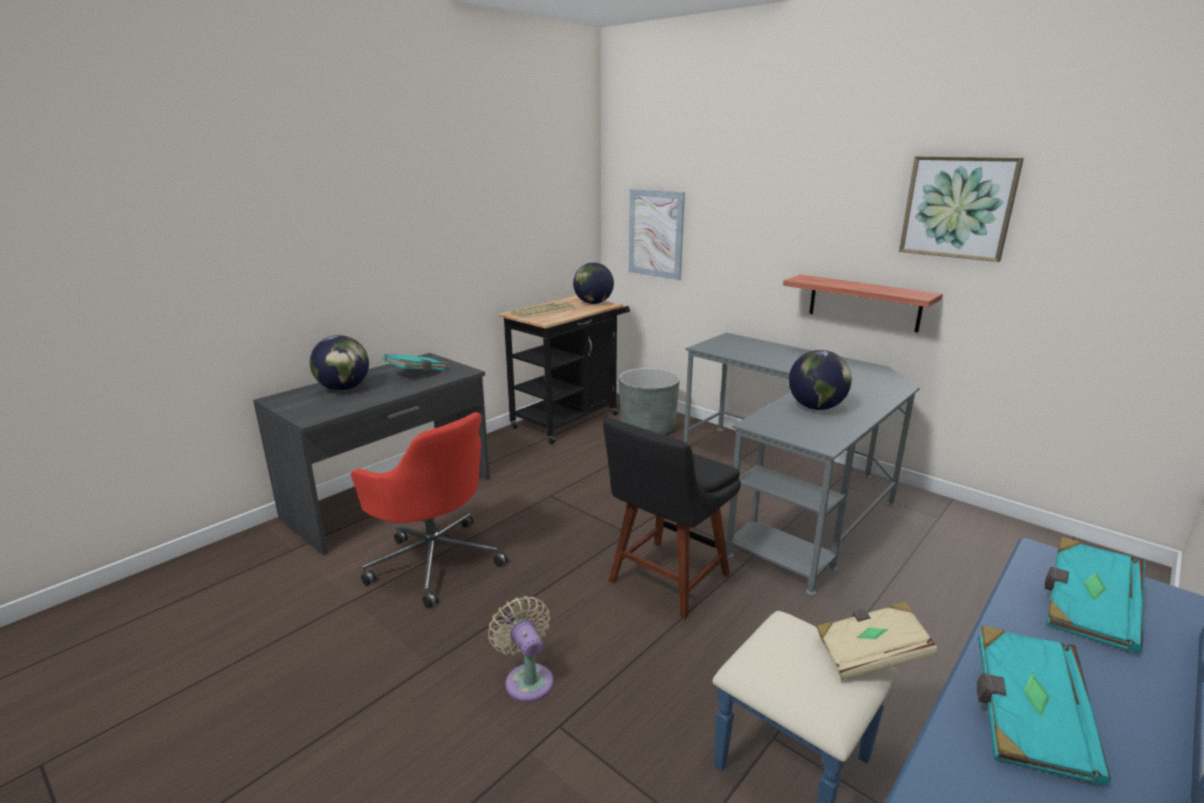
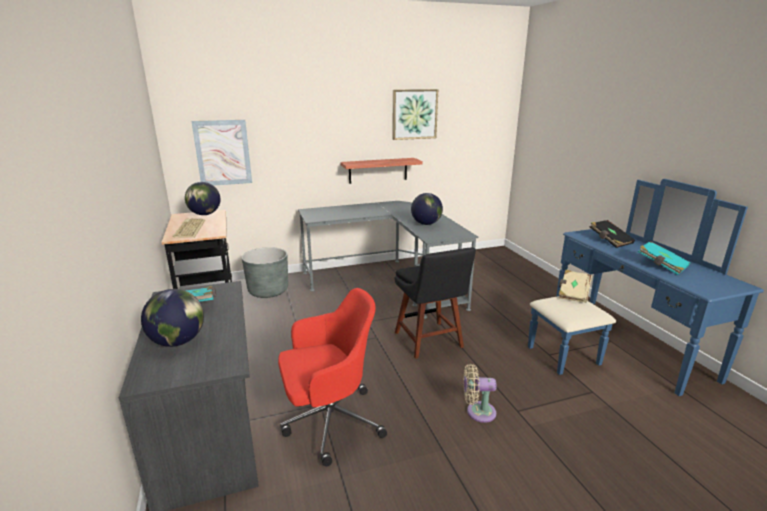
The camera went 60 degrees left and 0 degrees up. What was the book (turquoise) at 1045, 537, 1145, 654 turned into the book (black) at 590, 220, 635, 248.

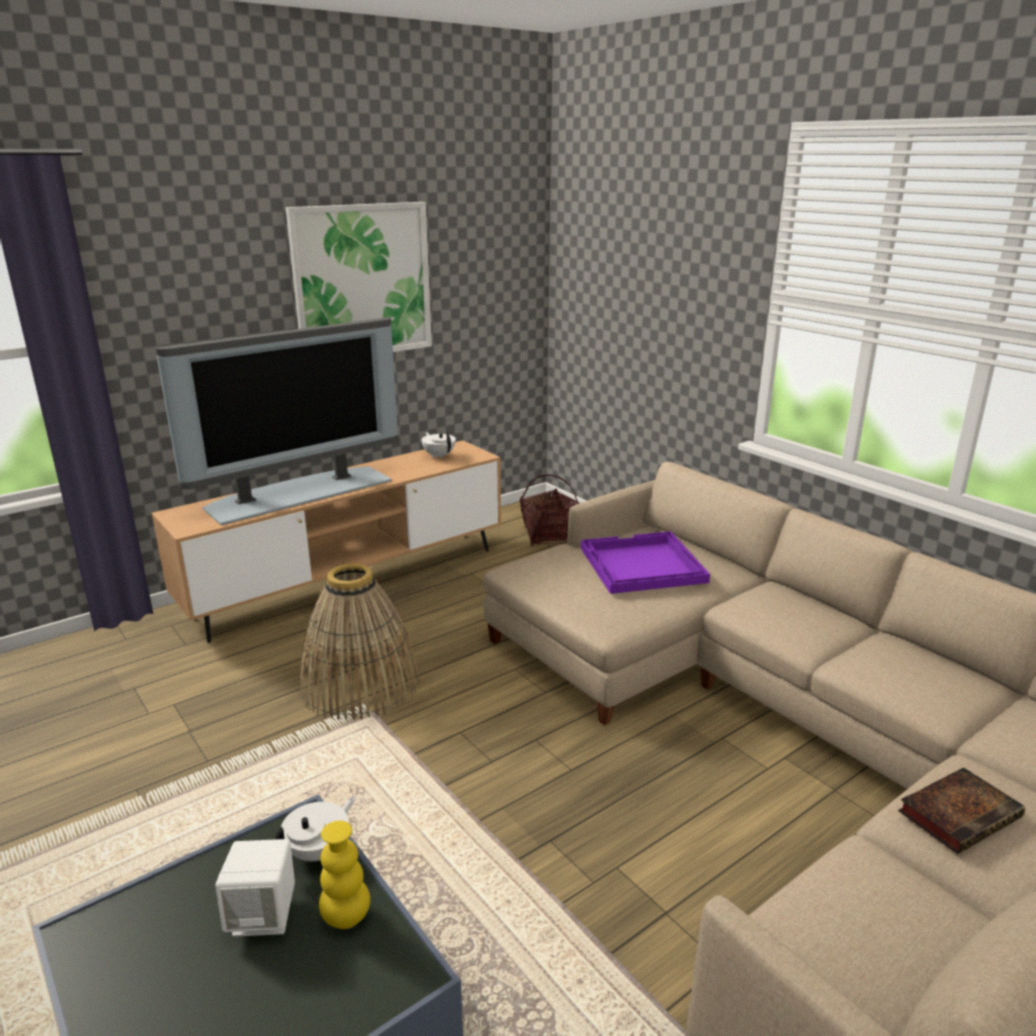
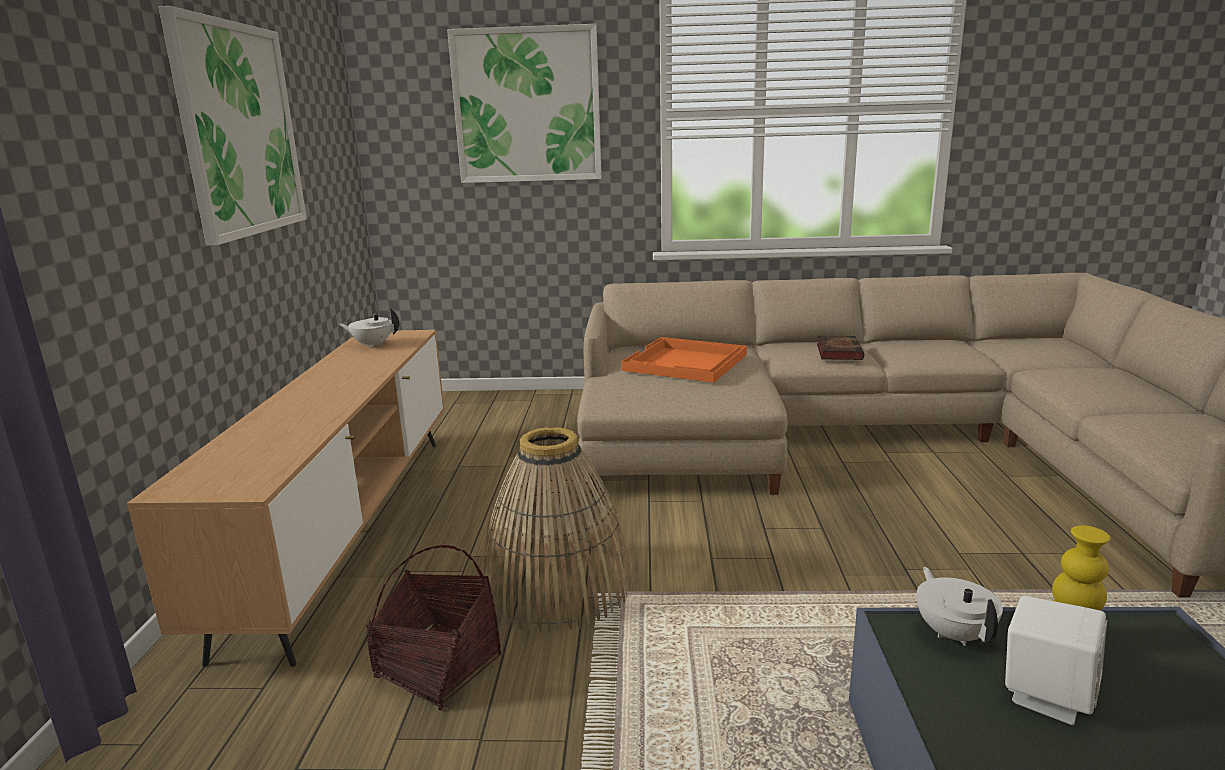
The camera went 50 degrees left and 5 degrees down. The second view lost the TV at 155, 317, 398, 525. The basket ended up elsewhere, having gone from 520, 475, 579, 546 to 366, 545, 501, 710. What was the carrying tray (purple) at 581, 531, 710, 594 turned into the carrying tray (orange) at 621, 337, 747, 383. The book ended up elsewhere, having gone from 898, 768, 1025, 854 to 817, 336, 864, 360. The second view gained the wall art at 447, 24, 602, 183.

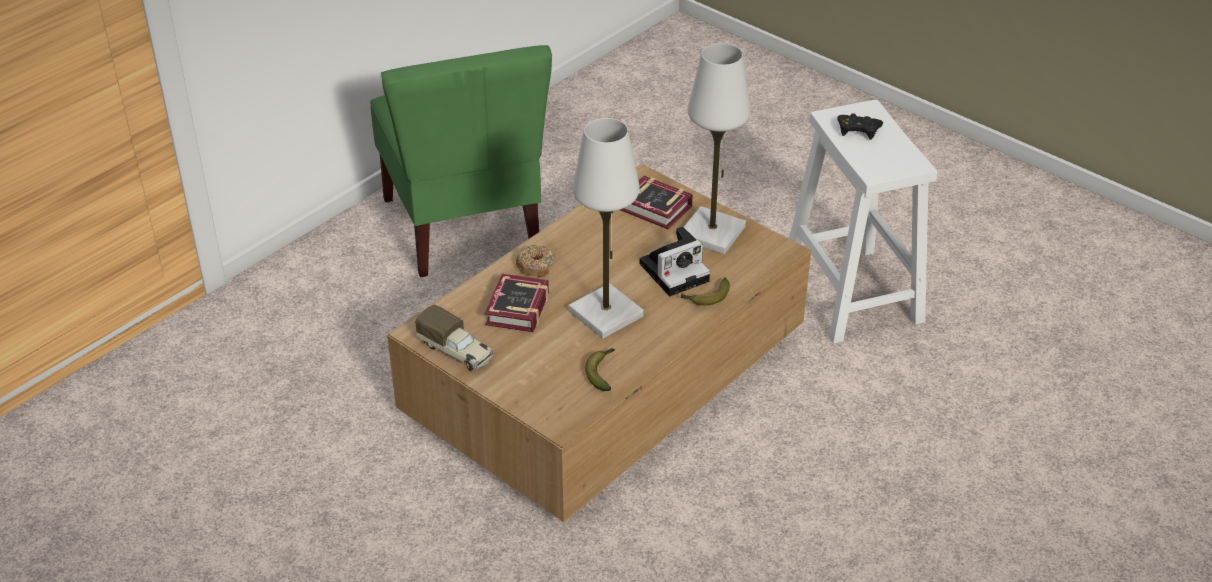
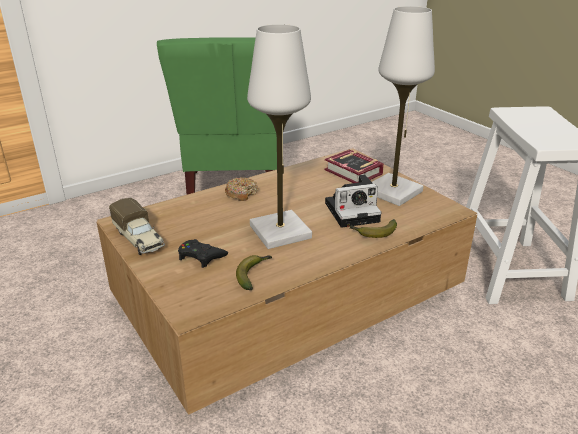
The camera went 15 degrees right and 10 degrees down. The second view lost the book at 485, 274, 549, 333. The game controller (black) ended up elsewhere, having gone from 837, 114, 883, 140 to 178, 239, 228, 268.

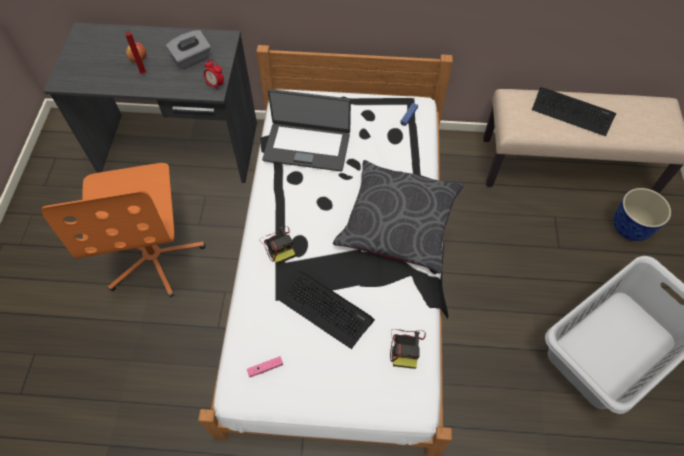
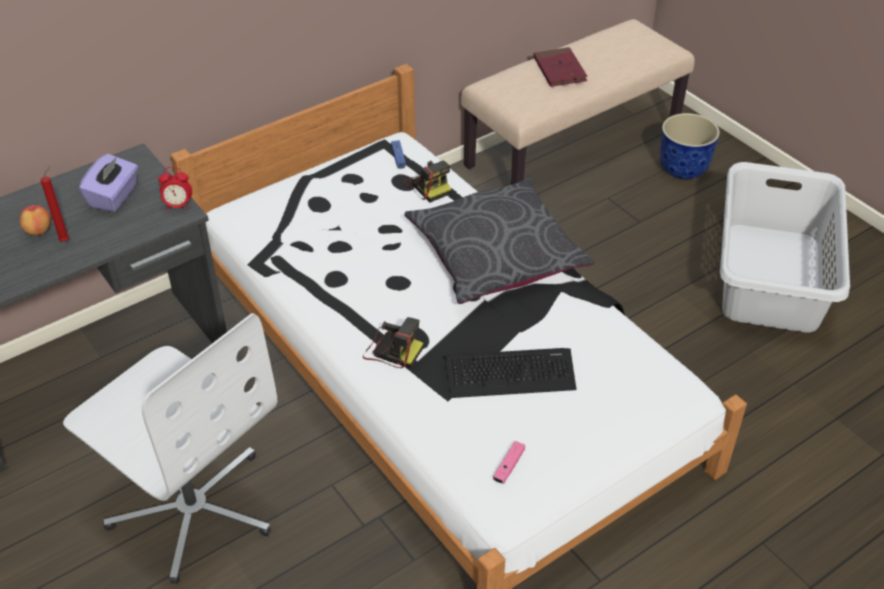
The camera went 40 degrees left and 15 degrees down. What was the desk chair (orange) at 42, 163, 206, 297 turned into the desk chair (white-coloured) at 63, 313, 278, 584. What was the tissue holder (gray) at 166, 30, 211, 69 turned into the tissue holder (purple) at 79, 154, 138, 212. The second view lost the notebook computer at 262, 89, 351, 171. The photo camera ended up elsewhere, having gone from 390, 329, 426, 369 to 403, 161, 452, 202. Where the keyboard stood at 532, 87, 616, 136, the book (red) came to stand at 534, 47, 587, 87.

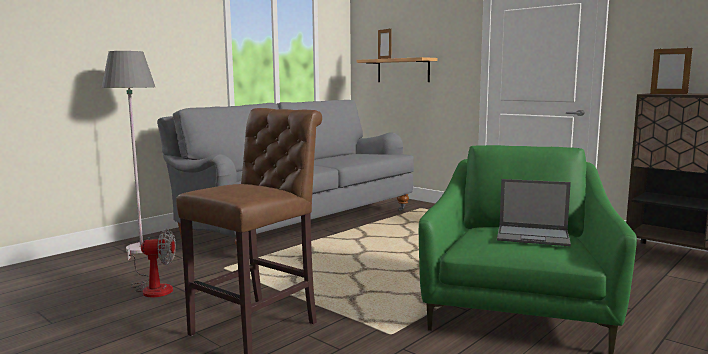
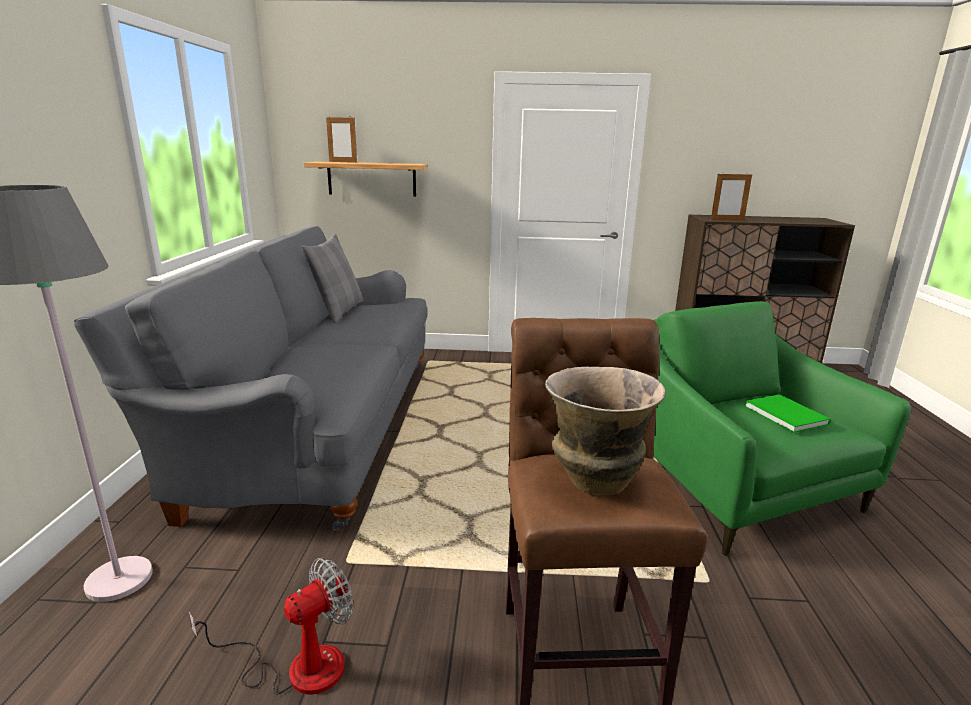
The camera went 40 degrees left and 10 degrees up. Where the notebook computer stood at 497, 179, 571, 246, the book (greenish) came to stand at 745, 394, 831, 433. The second view gained the cushion (gray) at 301, 234, 363, 323. The second view gained the vase at 545, 367, 666, 495.

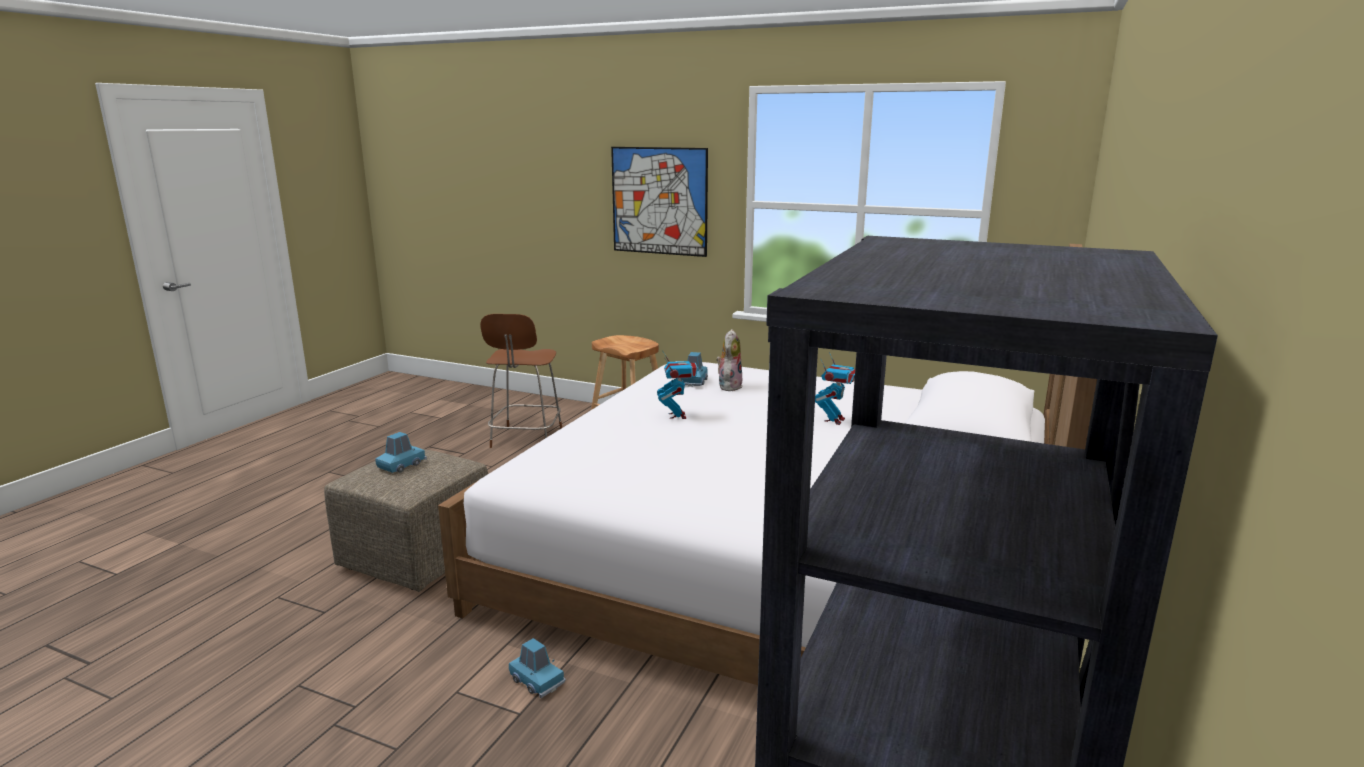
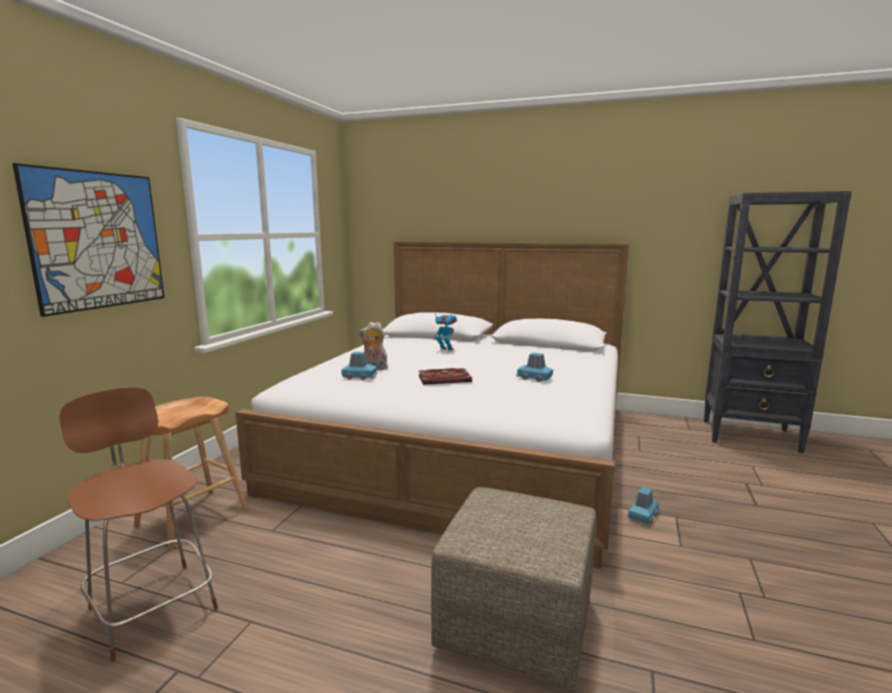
The camera went 95 degrees left and 5 degrees down. The toy car (blue) ended up elsewhere, having gone from 375, 432, 427, 473 to 516, 353, 553, 382. The plain chair (brown) at 480, 314, 562, 448 ended up facing another way, 135 degrees counterclockwise from before. Where the model robot stood at 657, 350, 698, 419, the book came to stand at 418, 368, 472, 385.

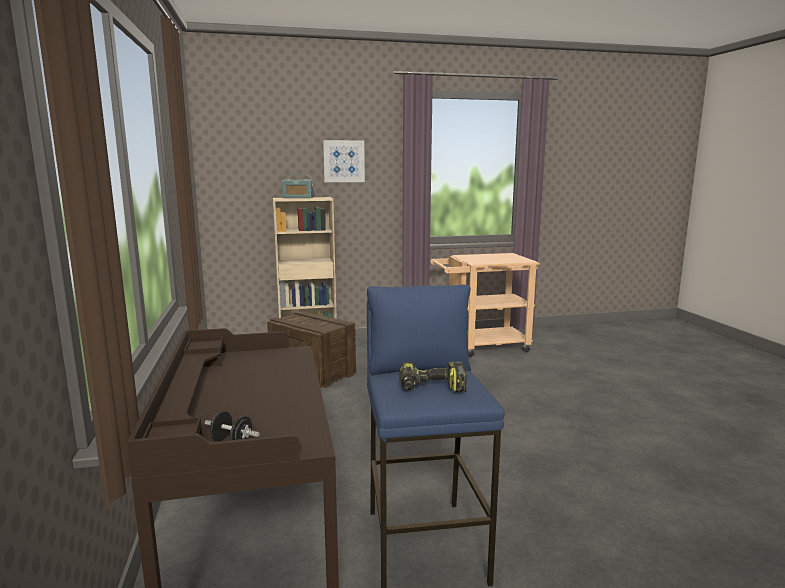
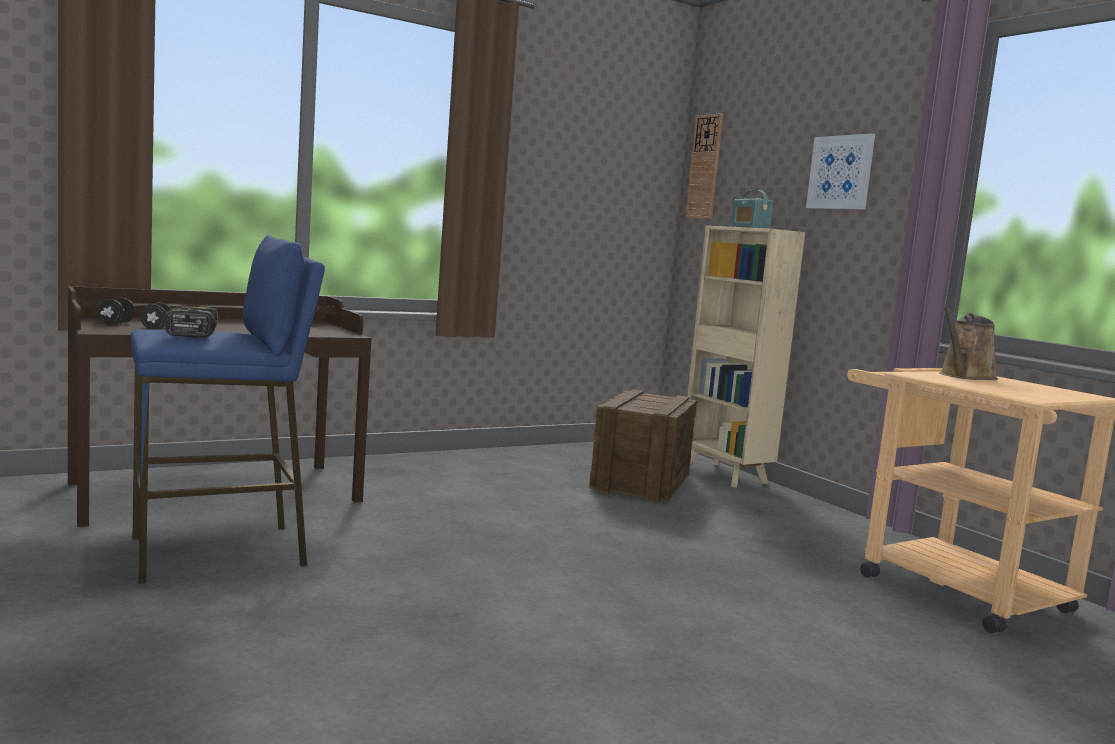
The camera went 70 degrees right and 5 degrees down. The second view gained the dumbbell (black) at 140, 303, 172, 329. The second view gained the hanging clock at 685, 113, 723, 219. The second view gained the watering can (brown) at 939, 307, 998, 380.

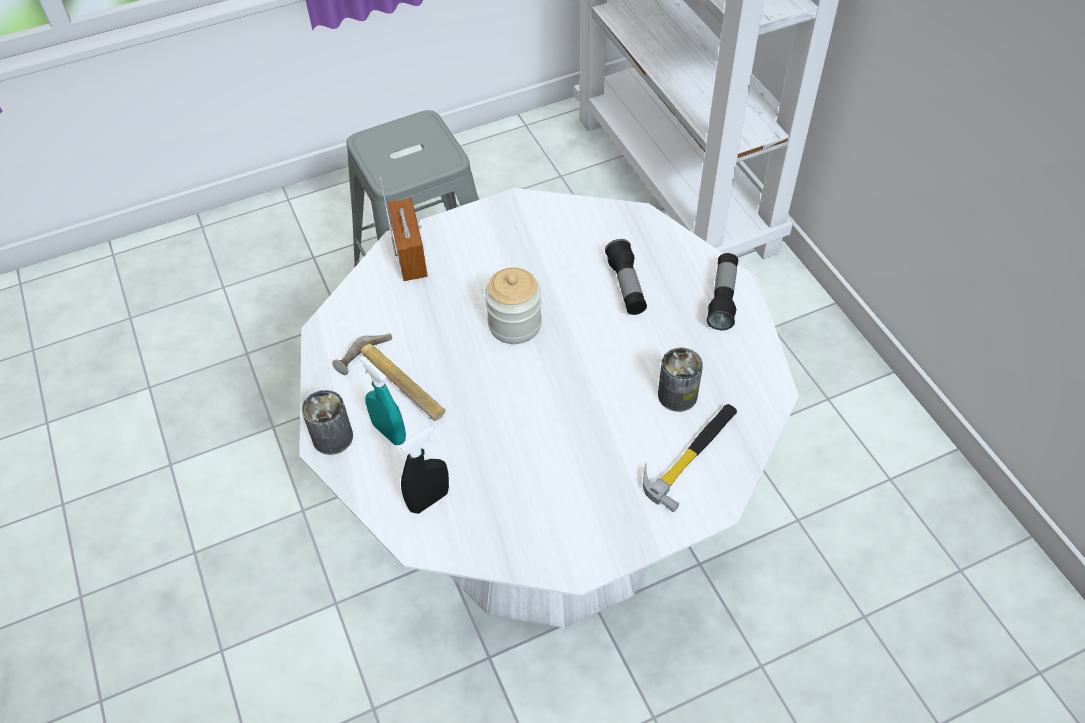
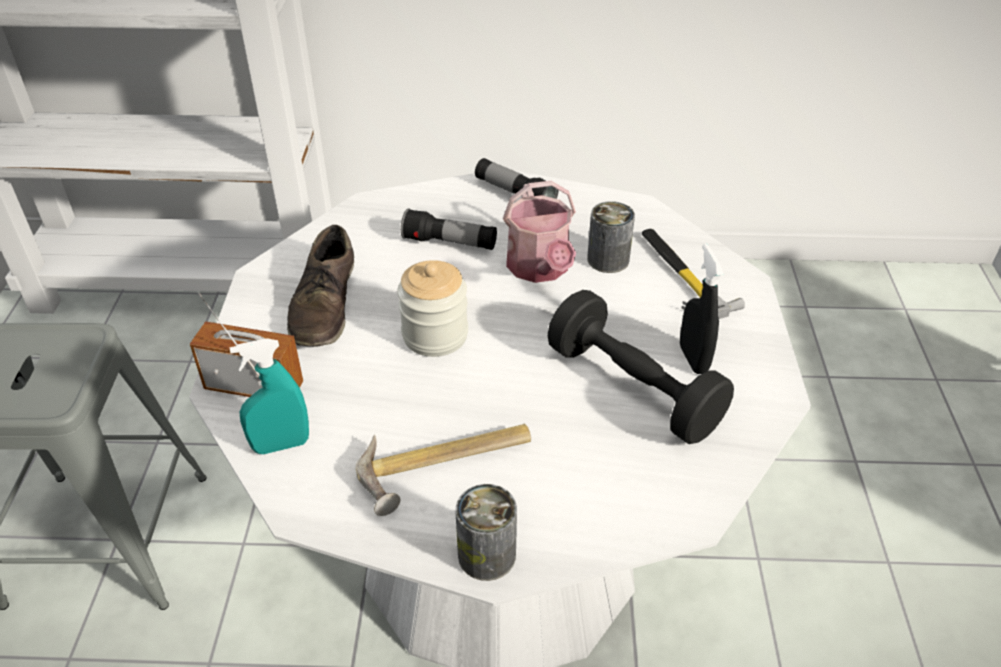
The camera went 65 degrees left and 10 degrees down. The spray bottle (turquoise) ended up elsewhere, having gone from 359, 356, 406, 445 to 229, 338, 309, 454. The spray bottle (black) ended up elsewhere, having gone from 401, 426, 449, 514 to 680, 244, 724, 374. The second view gained the low shoe (brown) at 287, 225, 354, 346. The second view gained the watering can at 503, 181, 576, 283. The second view gained the dumbbell (black) at 548, 290, 734, 444.

